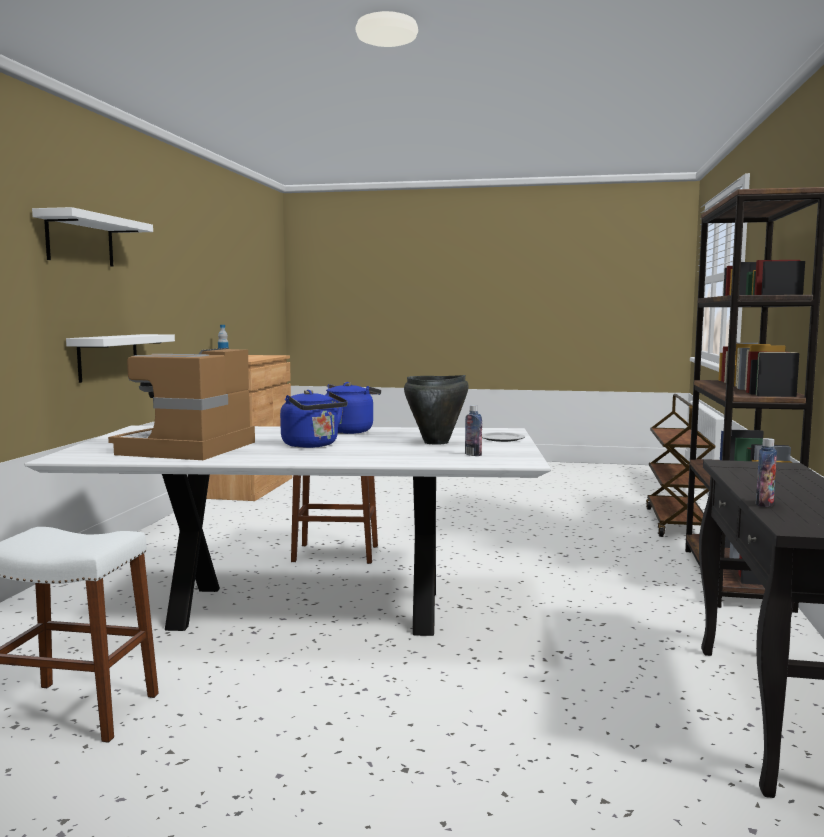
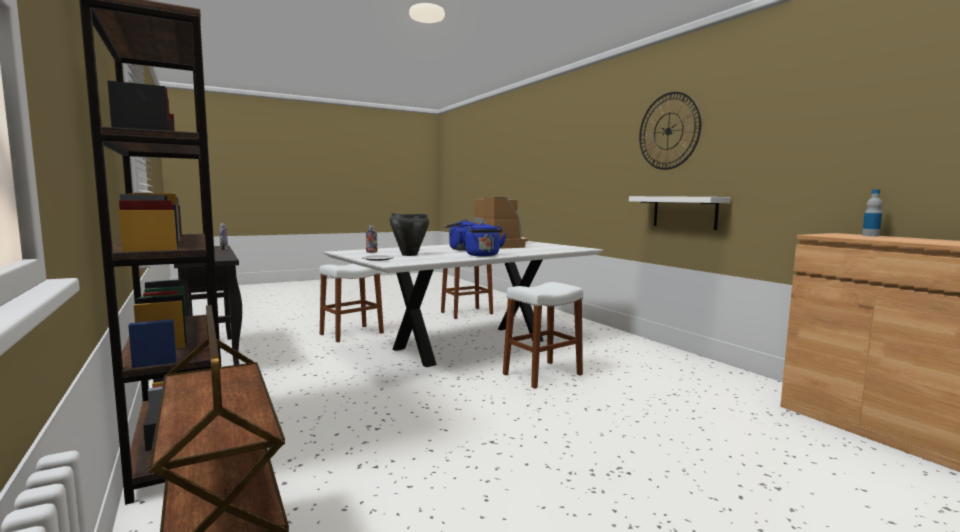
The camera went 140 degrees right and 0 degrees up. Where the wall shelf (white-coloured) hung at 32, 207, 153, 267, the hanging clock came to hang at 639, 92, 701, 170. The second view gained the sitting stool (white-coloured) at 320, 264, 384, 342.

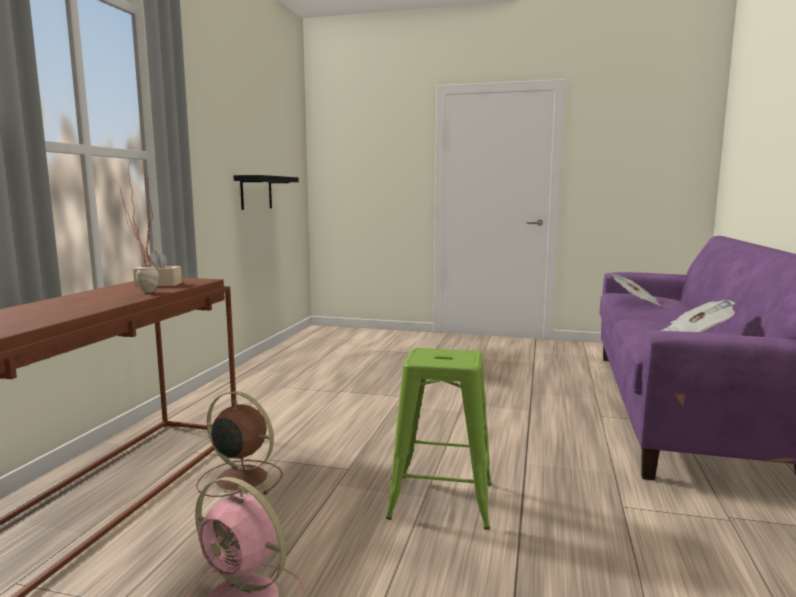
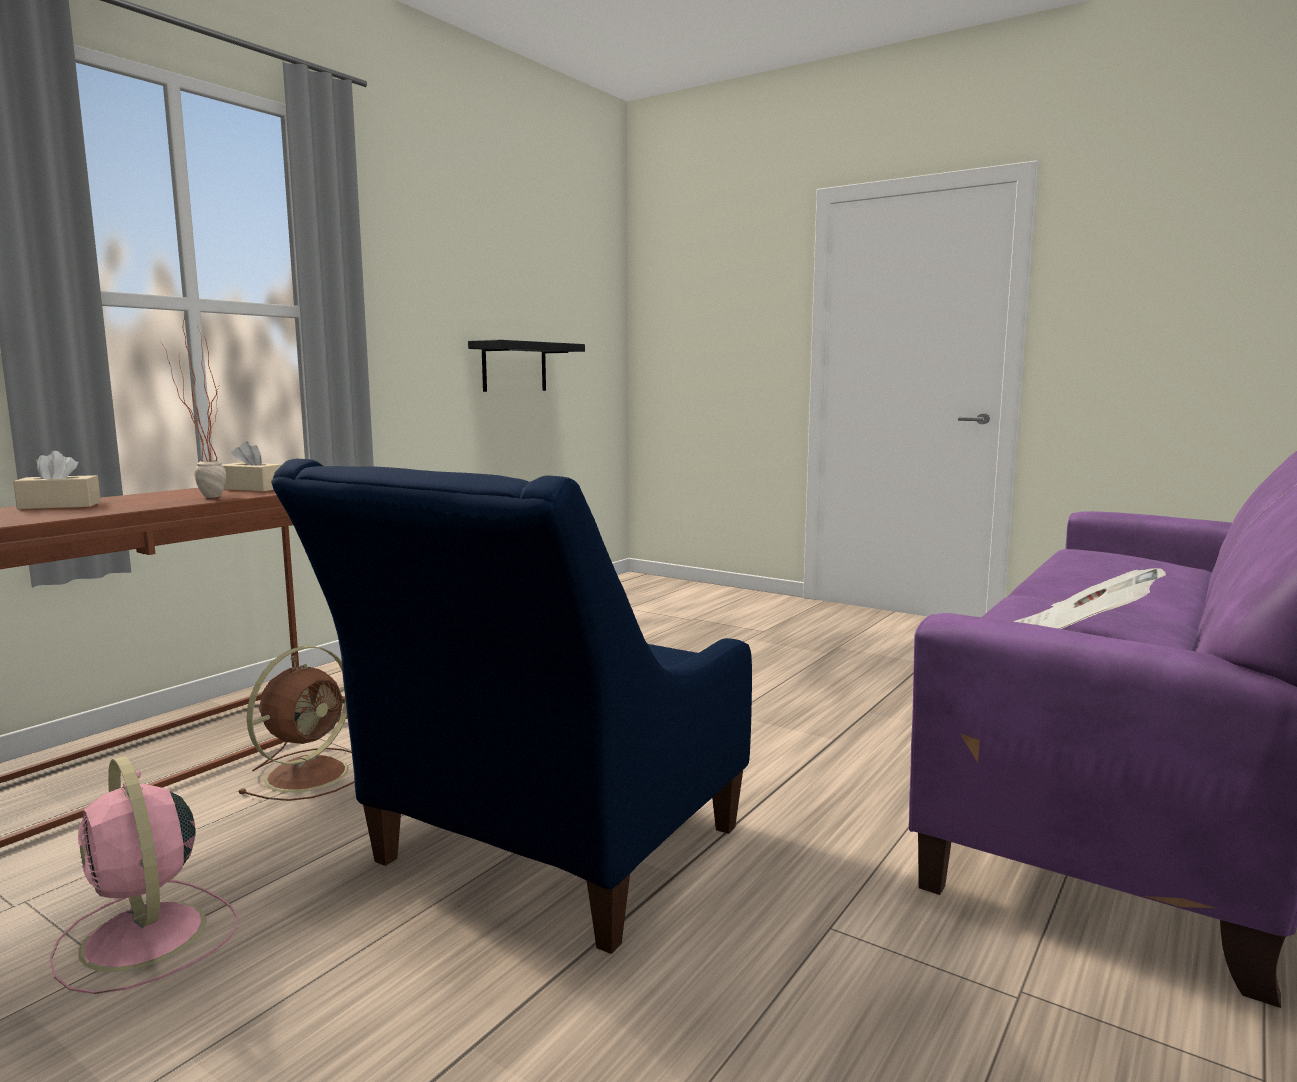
The camera went 20 degrees right and 0 degrees up. The fan (brown) at 196, 391, 283, 497 ended up facing another way, 75 degrees clockwise from before. Where the sitting stool (greenish) stood at 386, 348, 492, 529, the lounge chair (blue) came to stand at 271, 459, 752, 954. The second view lost the newspaper at 611, 273, 660, 306. The second view gained the tissue holder (beige) at 13, 451, 101, 509.

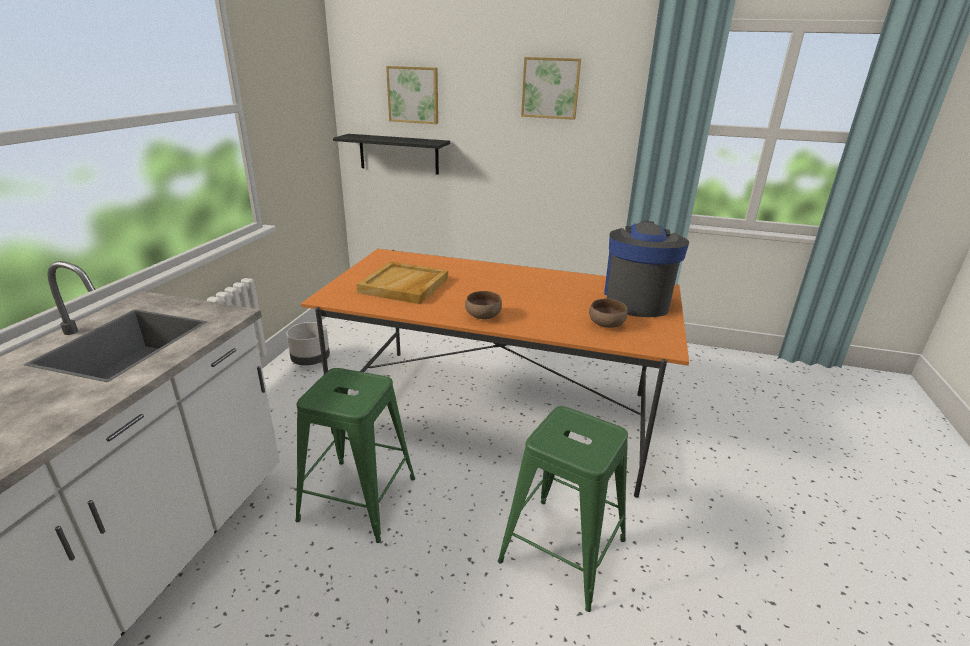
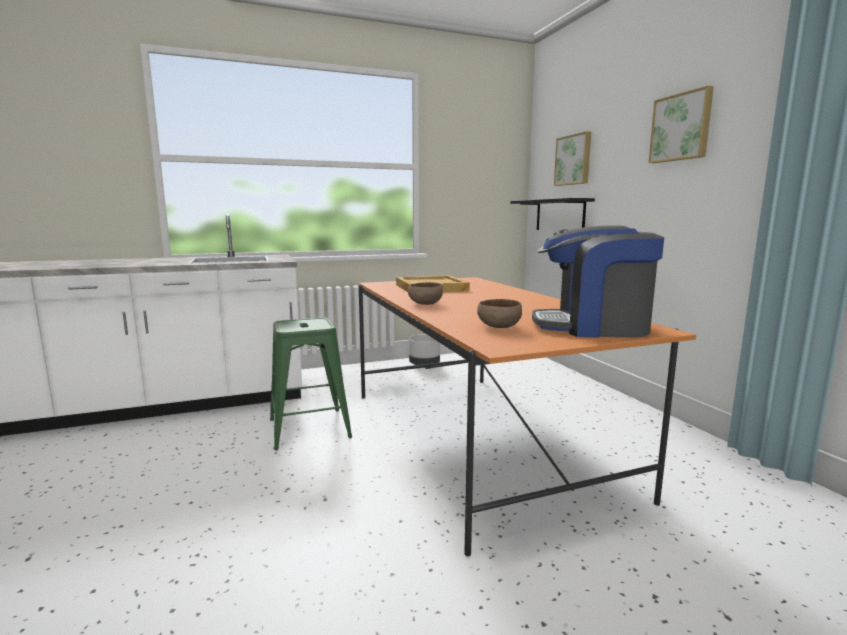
The camera went 55 degrees right and 15 degrees down. The second view lost the sitting stool (greenish) at 498, 406, 628, 612. The coffee machine at 604, 221, 689, 317 ended up facing another way, 150 degrees counterclockwise from before.

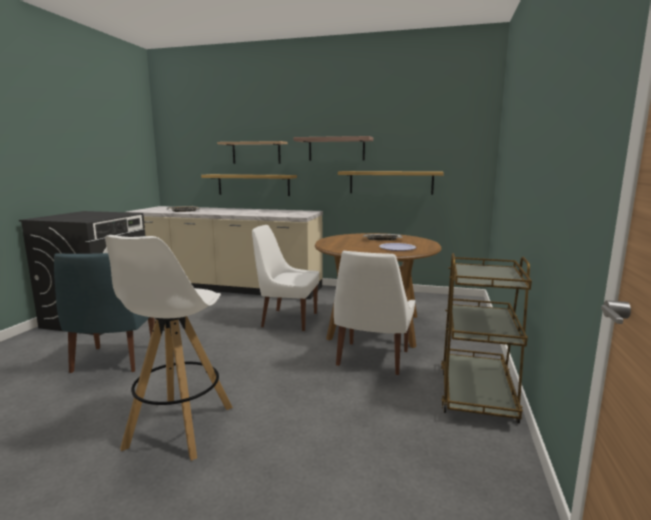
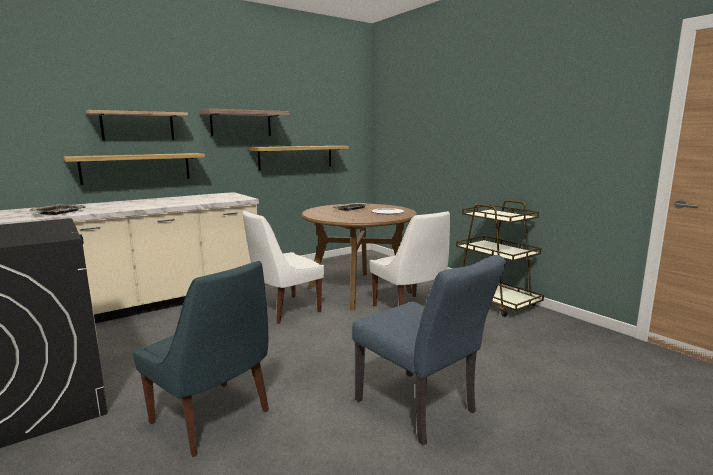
The camera went 50 degrees left and 0 degrees up. Where the sitting stool (white-coloured) stood at 105, 235, 233, 461, the plain chair (blue) came to stand at 352, 255, 506, 445.

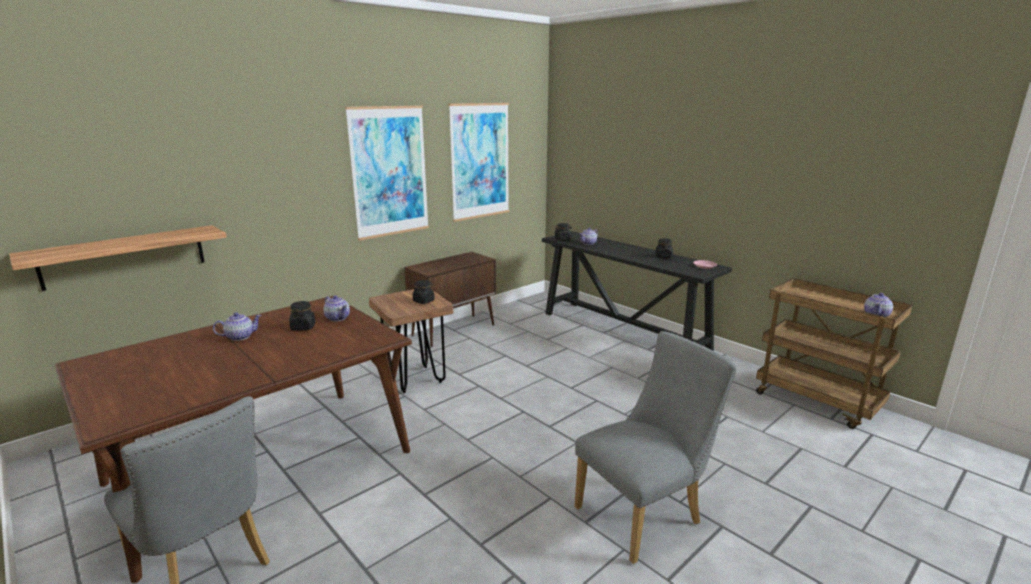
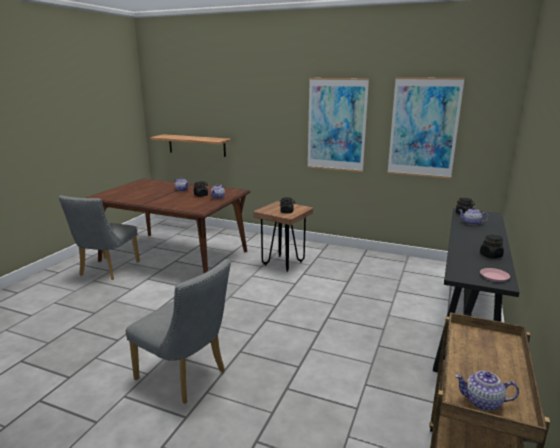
The camera went 65 degrees right and 0 degrees up. The second view lost the cupboard (brown) at 404, 252, 496, 347.

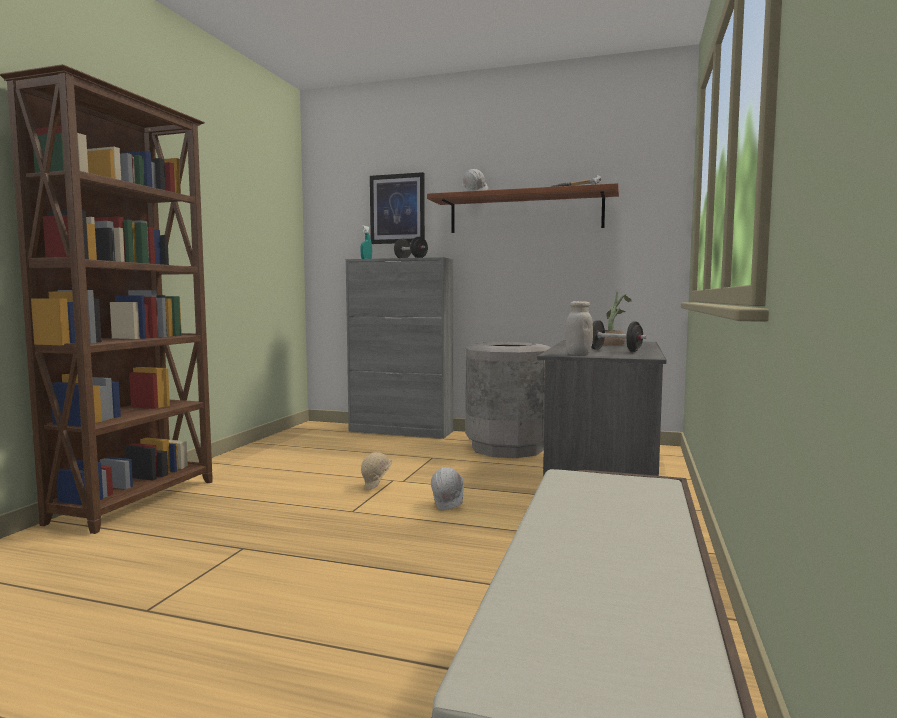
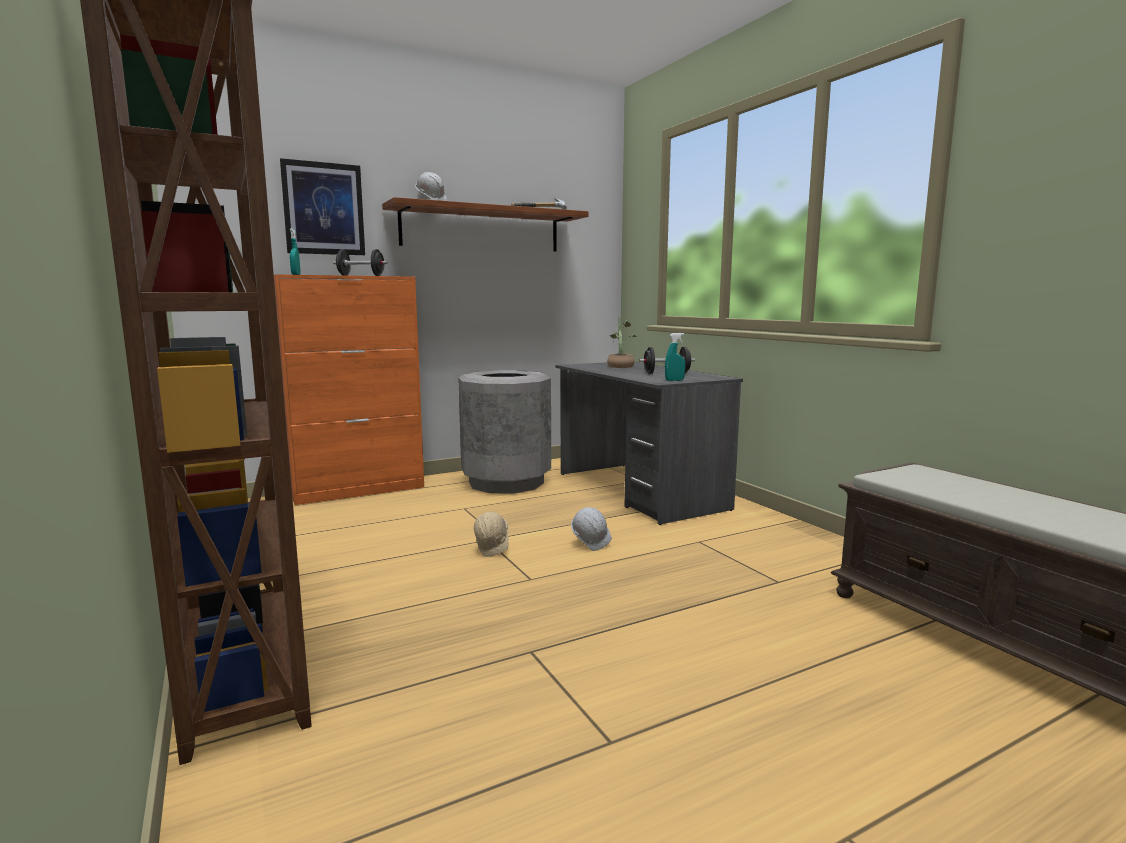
The camera went 45 degrees left and 5 degrees up. What was the cupboard (gray) at 346, 257, 453, 439 turned into the cupboard (orange) at 274, 274, 424, 505. Where the storage jar (white-coloured) stood at 565, 301, 593, 355, the spray bottle (turquoise) came to stand at 665, 333, 685, 381.

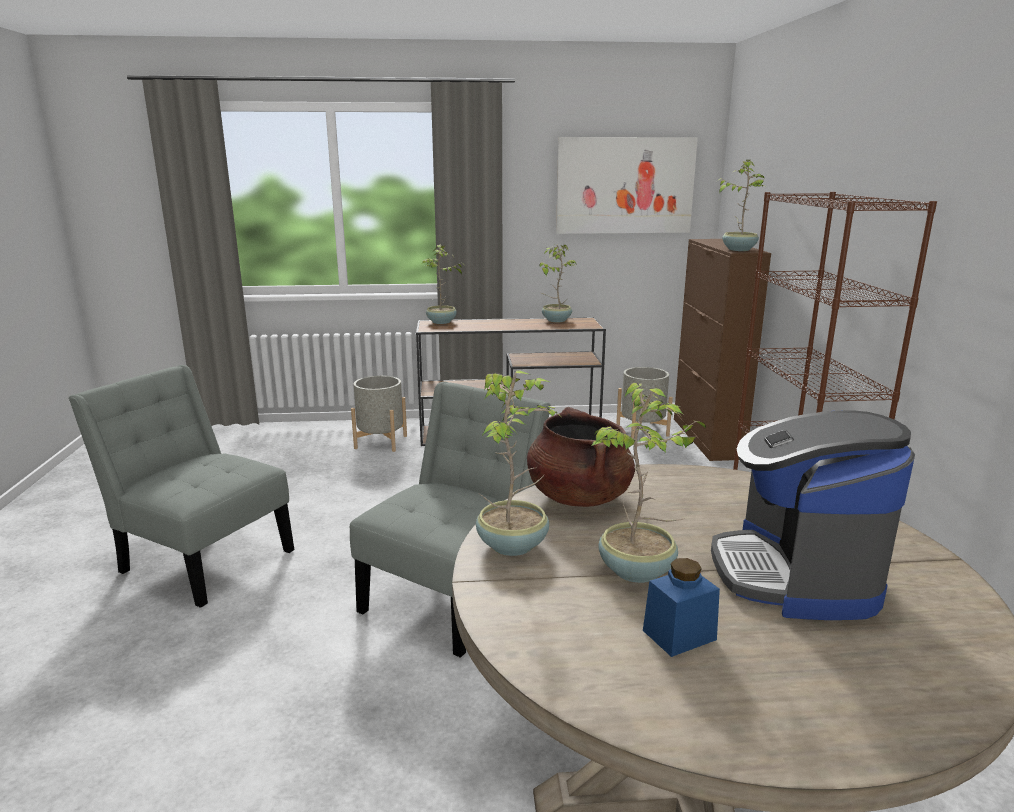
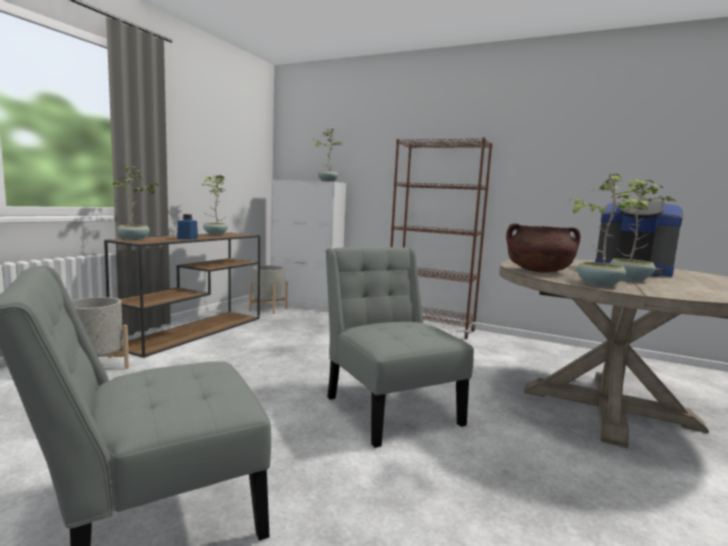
The camera went 60 degrees left and 10 degrees down. The second view lost the wall art at 556, 137, 698, 234. The storage jar (blue) ended up elsewhere, having gone from 643, 558, 720, 657 to 177, 214, 198, 240. What was the cupboard (brown) at 674, 239, 771, 461 turned into the cupboard (white-coloured) at 270, 180, 346, 311.

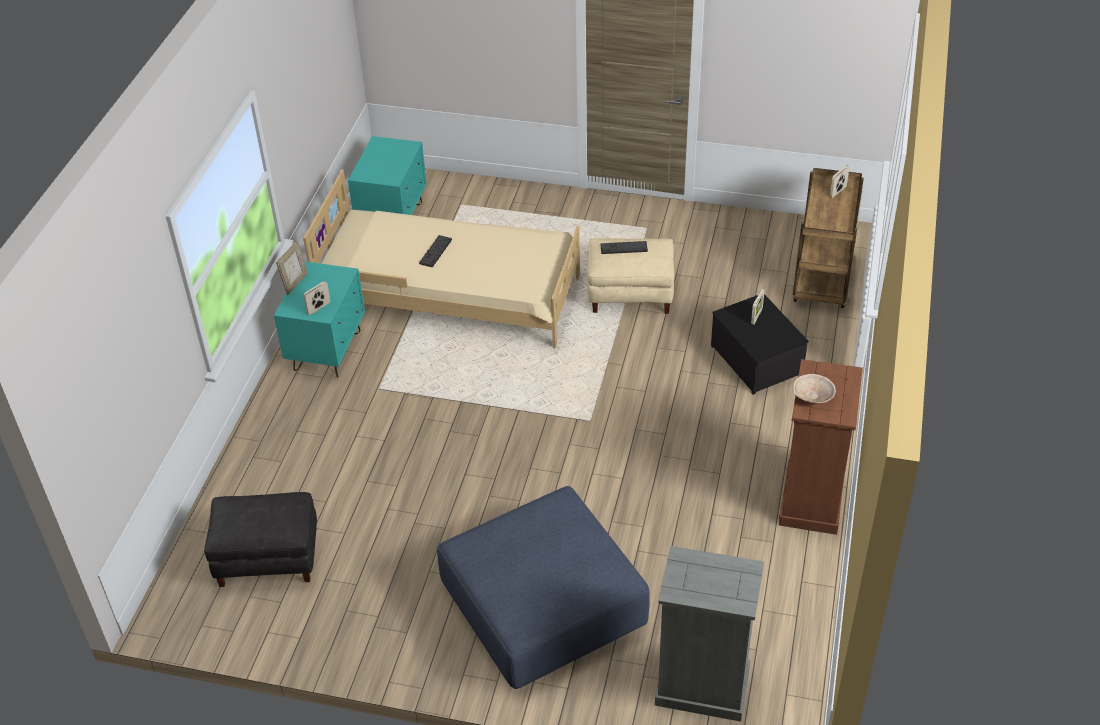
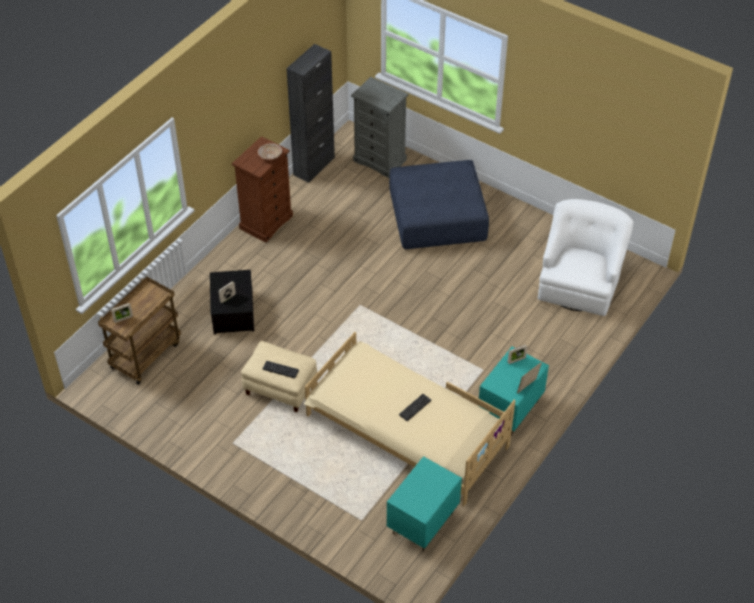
The camera went 160 degrees left and 5 degrees up. Where the pouffe (black) stood at 204, 492, 317, 587, the lounge chair (white-coloured) came to stand at 538, 199, 634, 316. The second view gained the cupboard (black) at 287, 44, 335, 183.

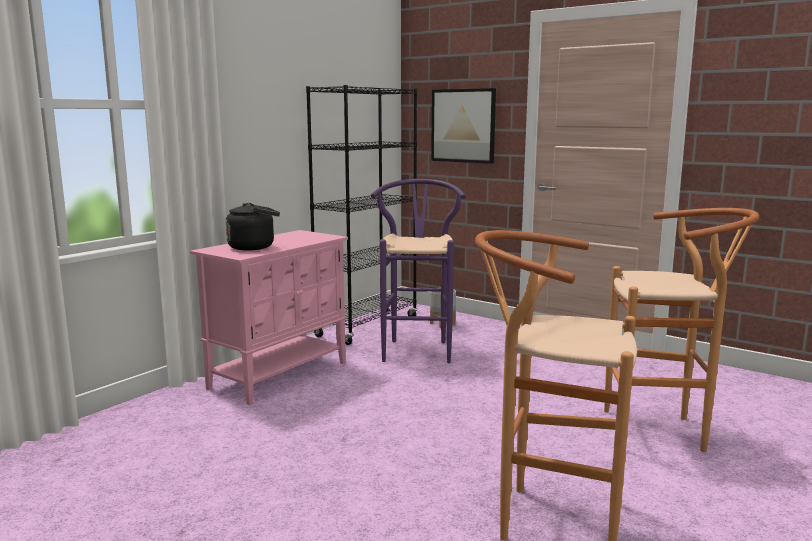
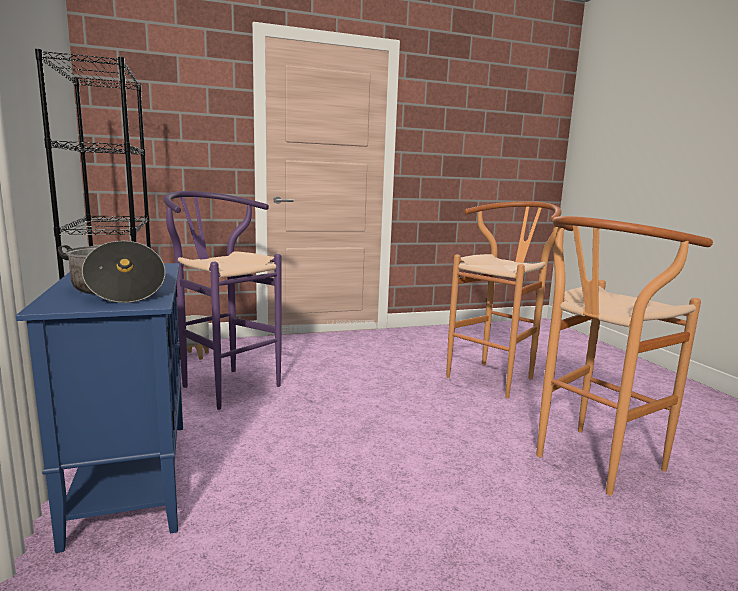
The camera went 55 degrees left and 0 degrees up. What was the cupboard (pink) at 190, 230, 348, 405 turned into the cupboard (blue) at 16, 263, 183, 553. Where the tea kettle (black) stood at 226, 203, 280, 250, the stockpot came to stand at 58, 241, 165, 303. The second view lost the wall art at 431, 88, 496, 164.

